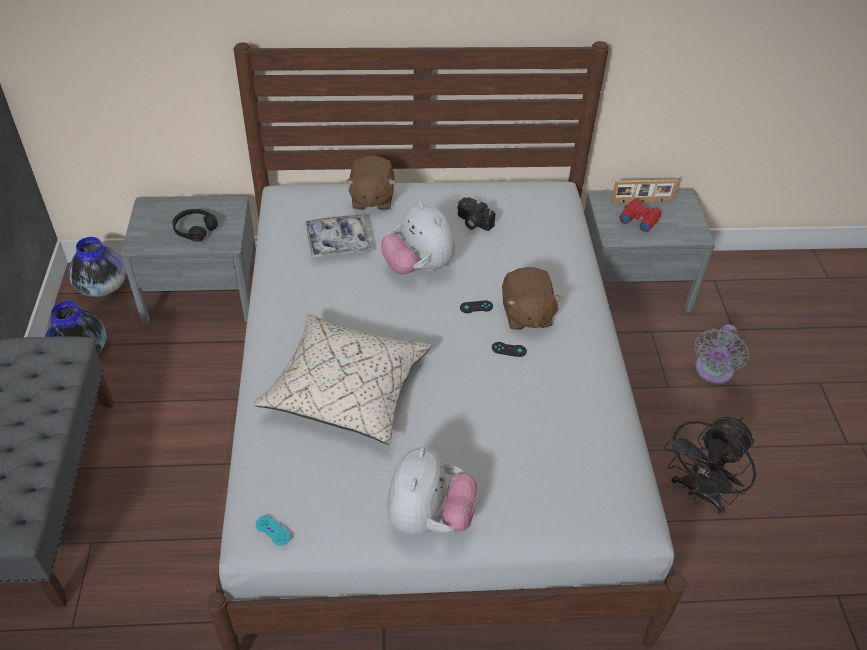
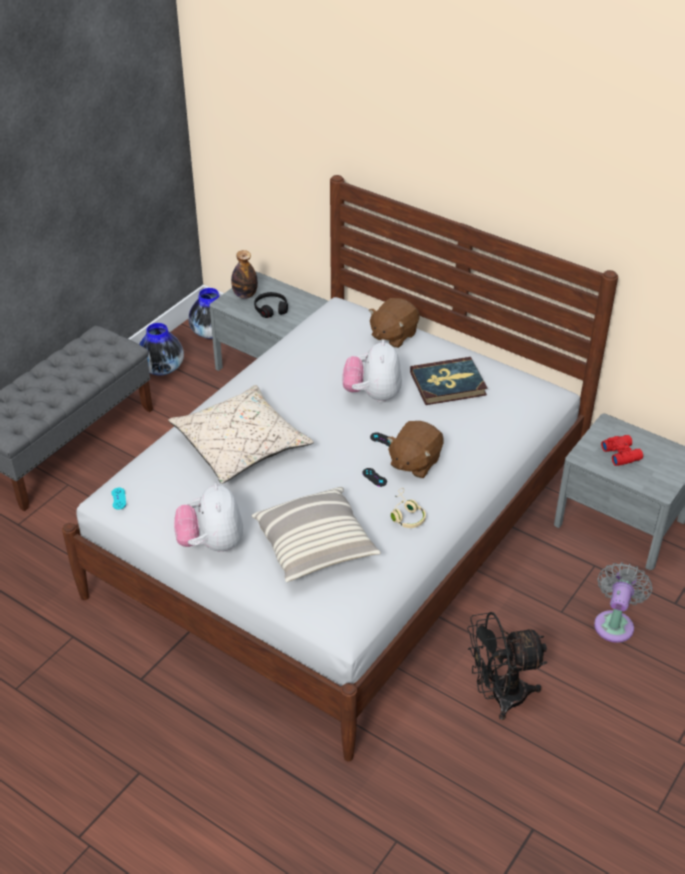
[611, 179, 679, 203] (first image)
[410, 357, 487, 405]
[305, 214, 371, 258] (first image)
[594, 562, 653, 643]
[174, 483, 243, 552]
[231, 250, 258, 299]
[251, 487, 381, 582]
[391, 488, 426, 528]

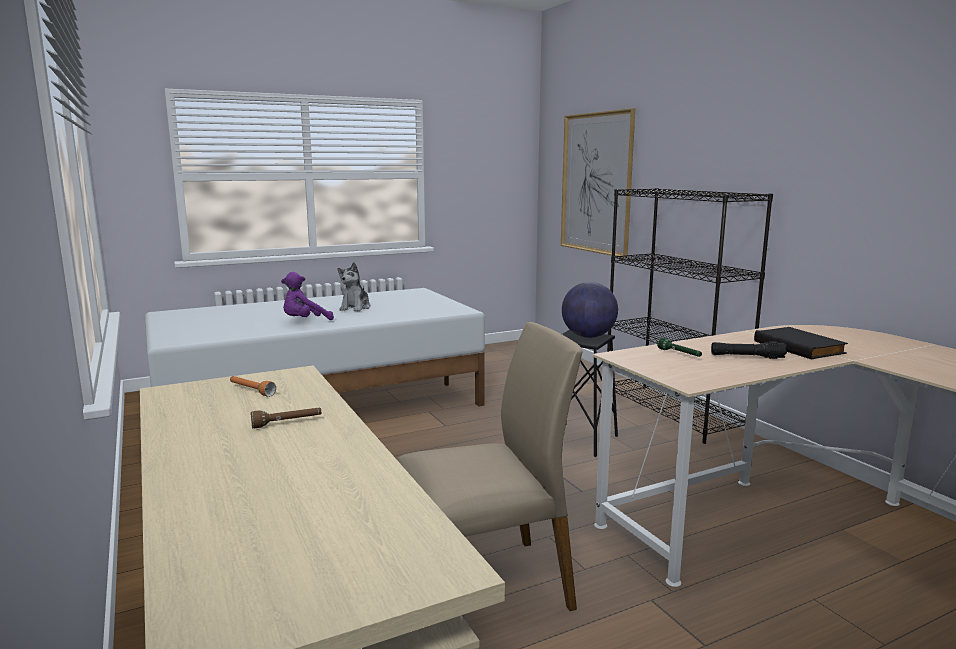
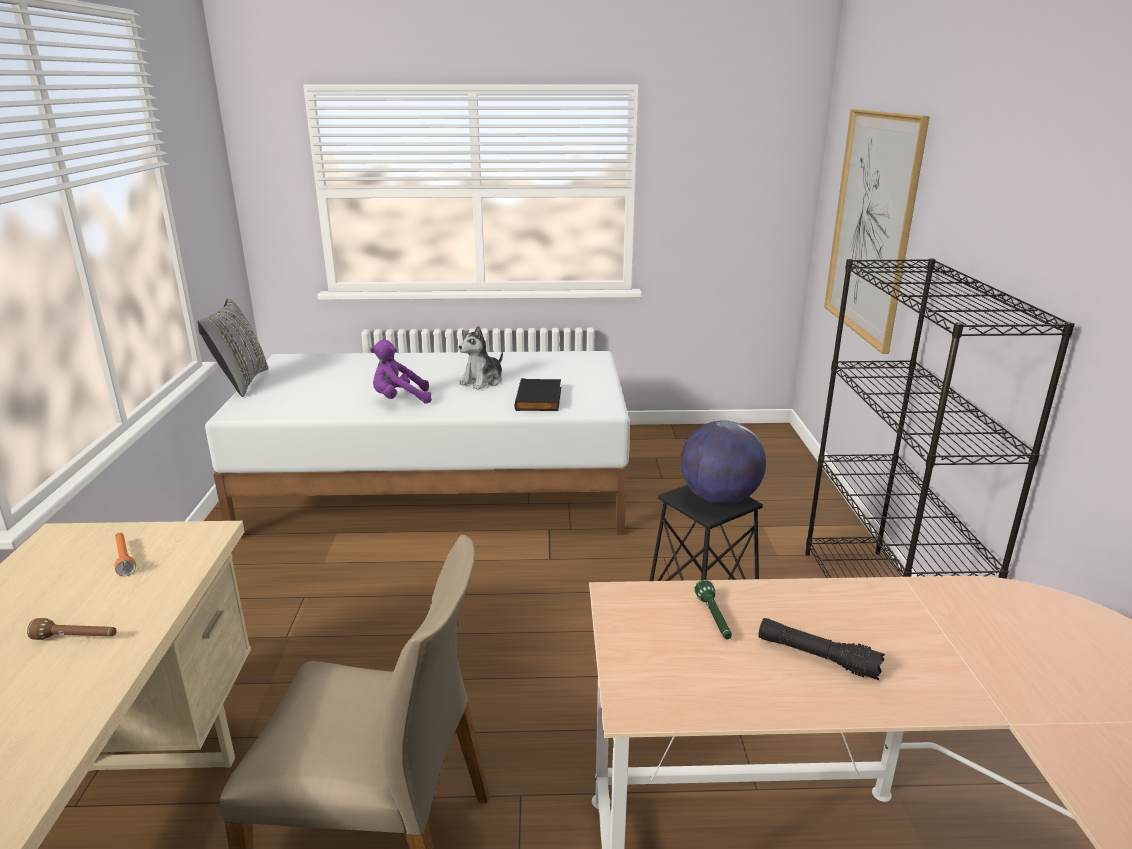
[515, 378, 561, 411]
[198, 298, 269, 397]

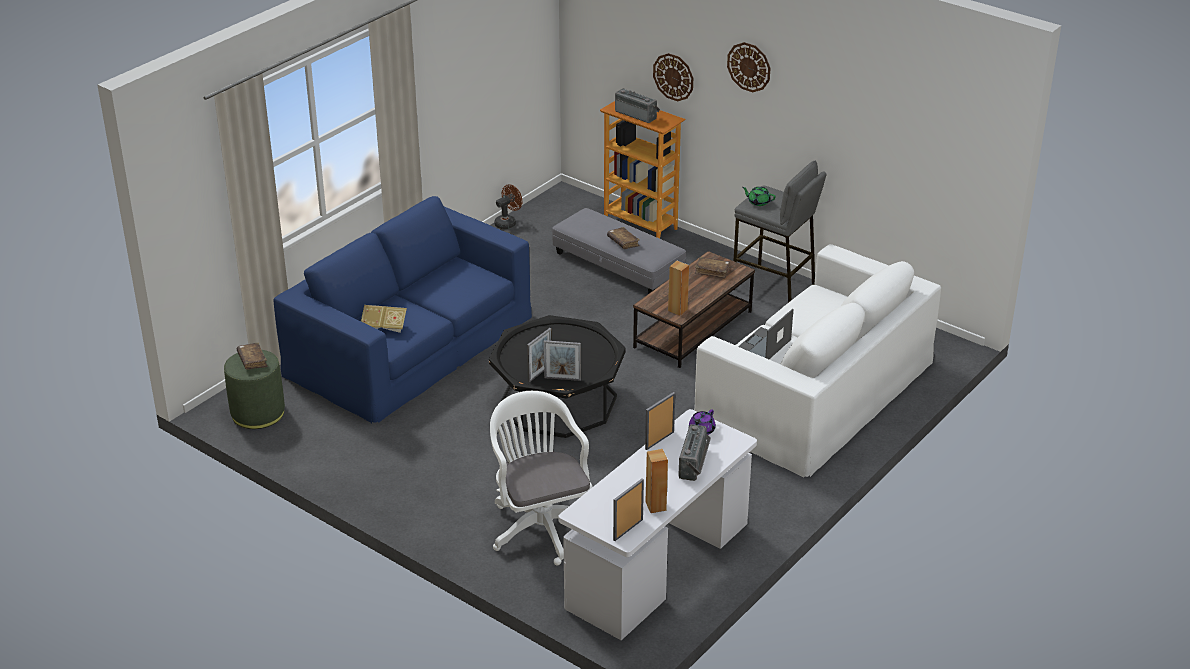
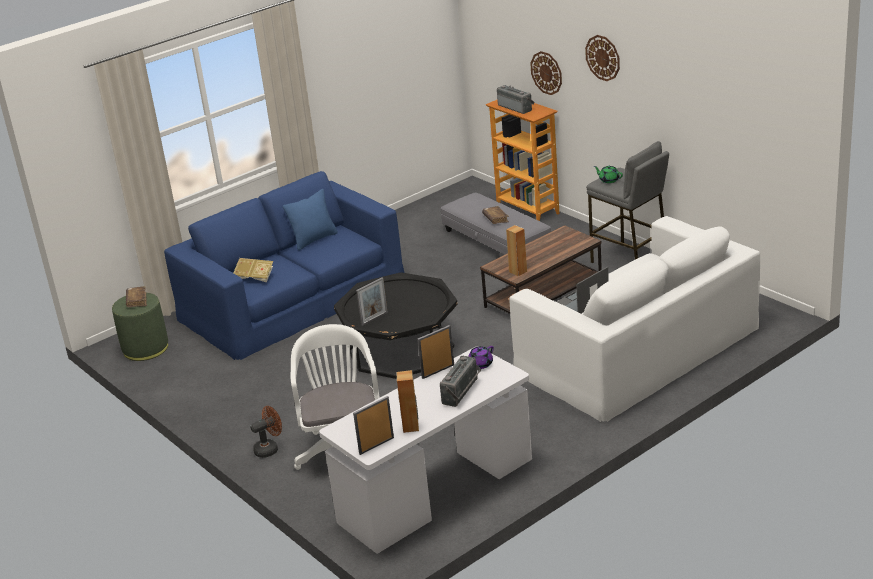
[250, 406, 282, 458]
[695, 257, 730, 279] (first image)
[544, 340, 581, 381] (first image)
[283, 189, 338, 250]

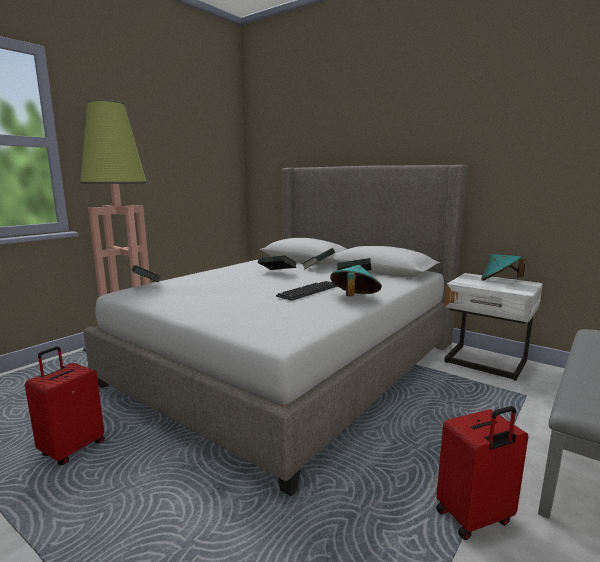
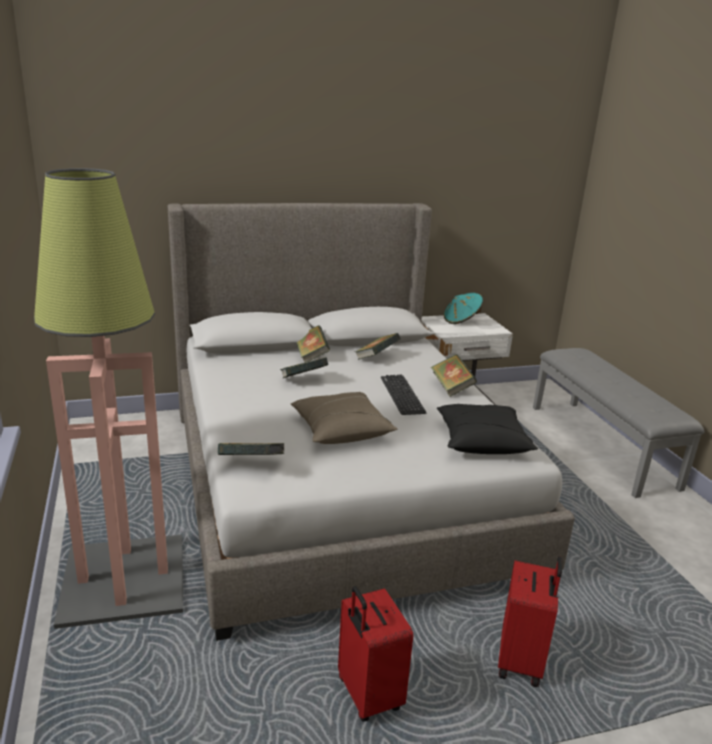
[431, 354, 477, 397]
[498, 556, 562, 687]
[291, 392, 397, 444]
[437, 404, 538, 454]

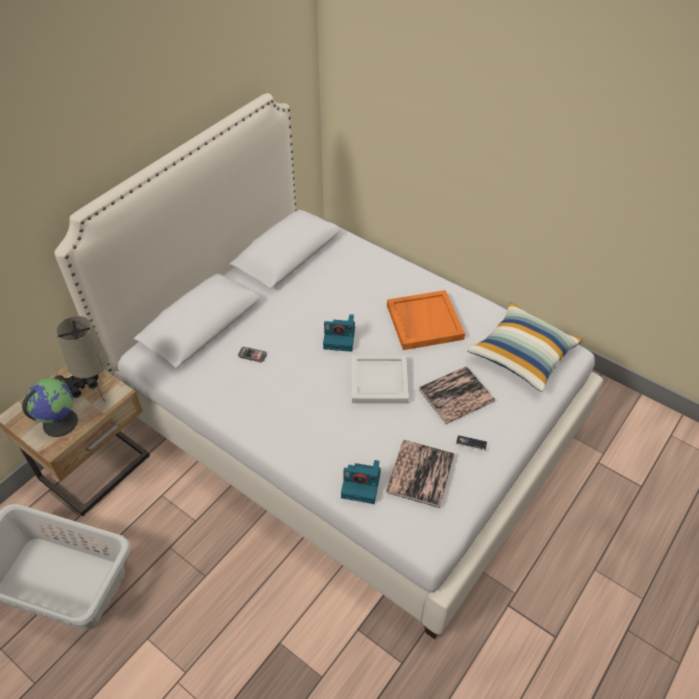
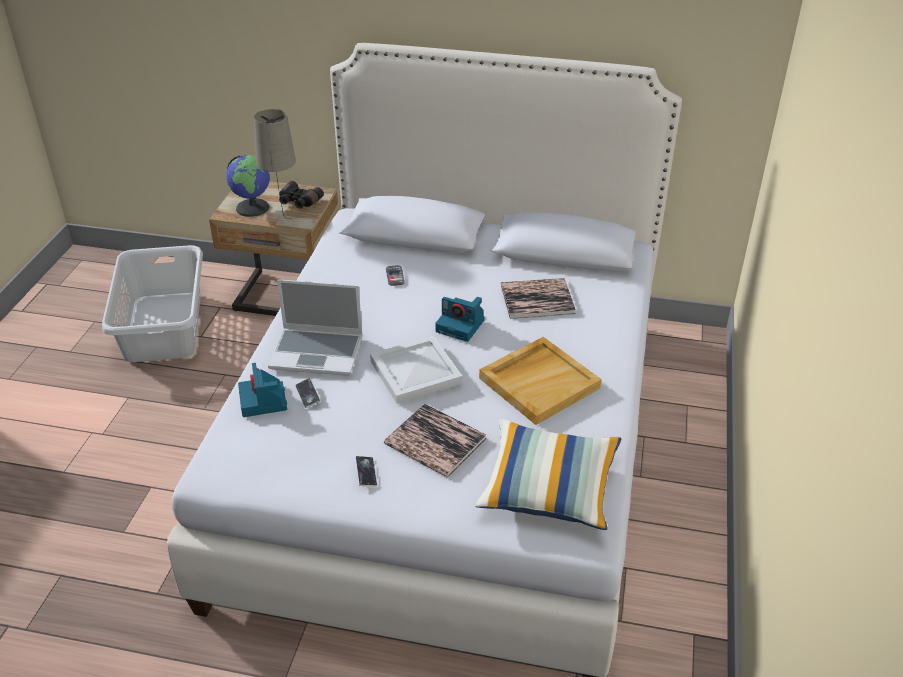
[479, 337, 601, 425]
[435, 297, 485, 342]
[501, 278, 576, 319]
[268, 279, 363, 376]
[295, 378, 321, 408]

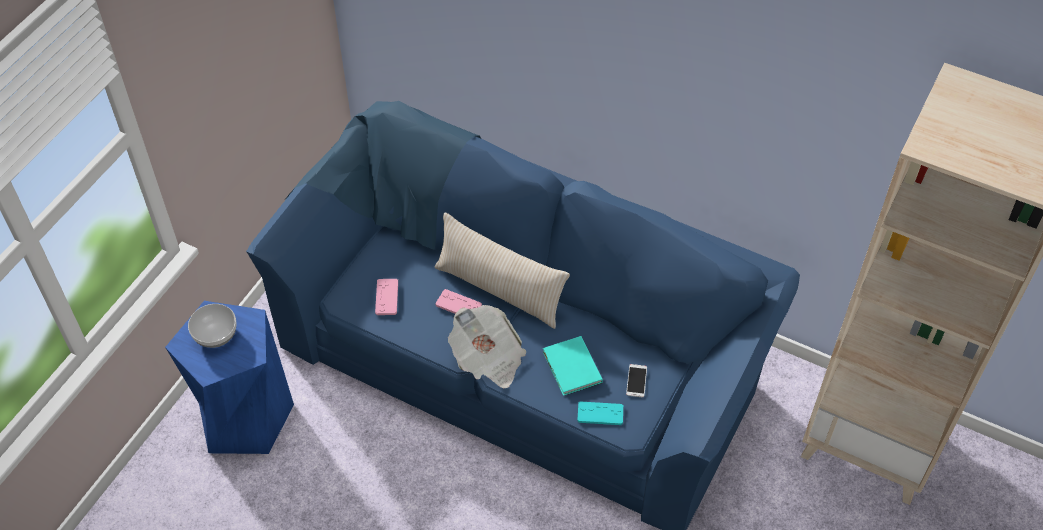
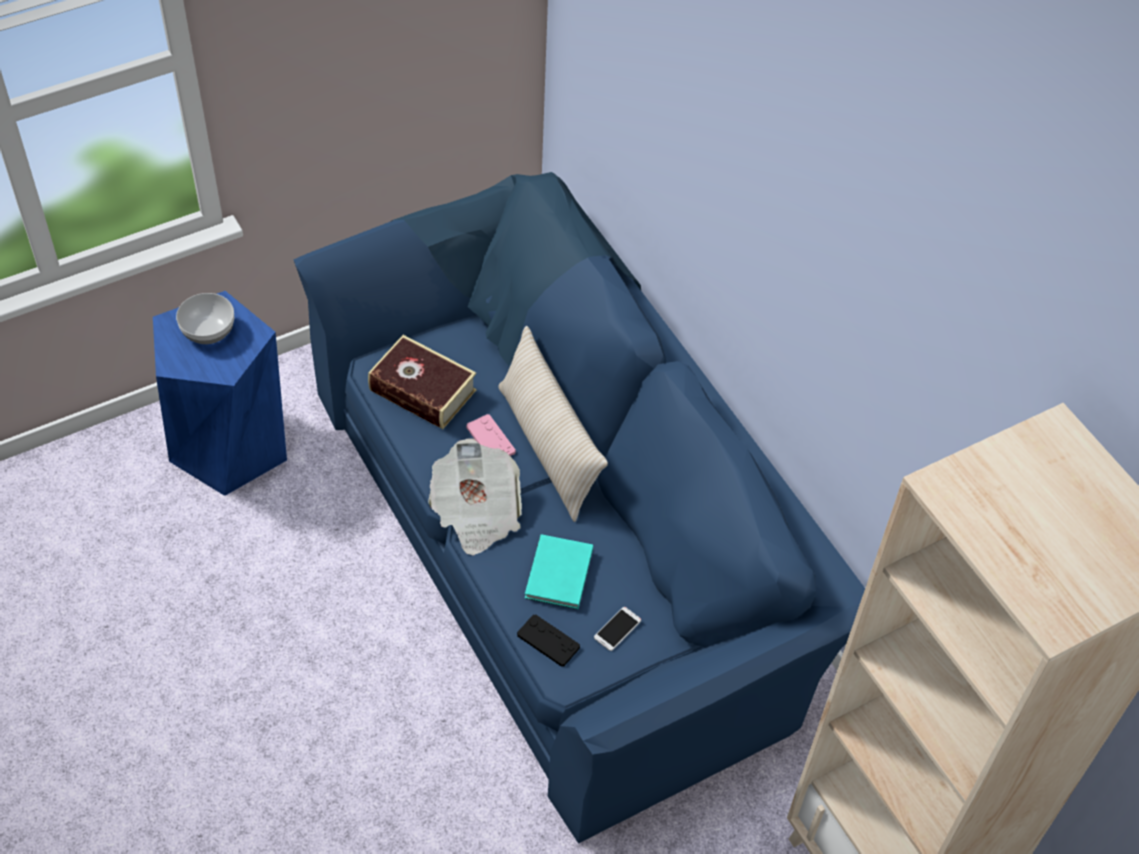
[368, 335, 476, 429]
[517, 614, 580, 667]

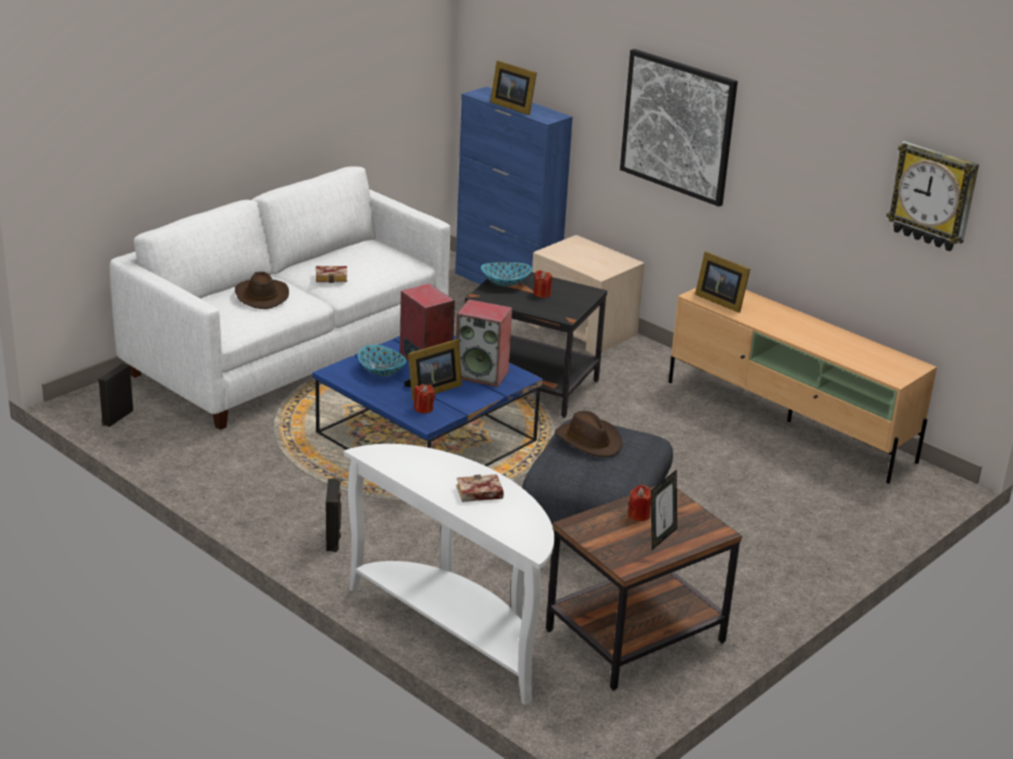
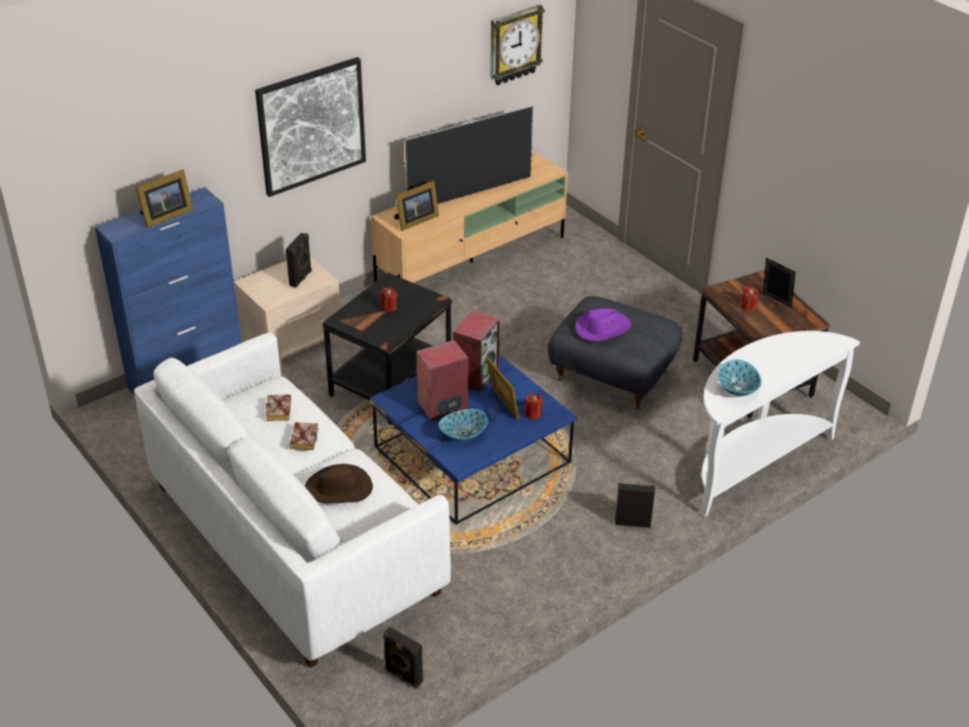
[718, 359, 761, 396]
[576, 308, 632, 341]
[266, 394, 291, 421]
[405, 106, 533, 204]
[286, 233, 312, 288]

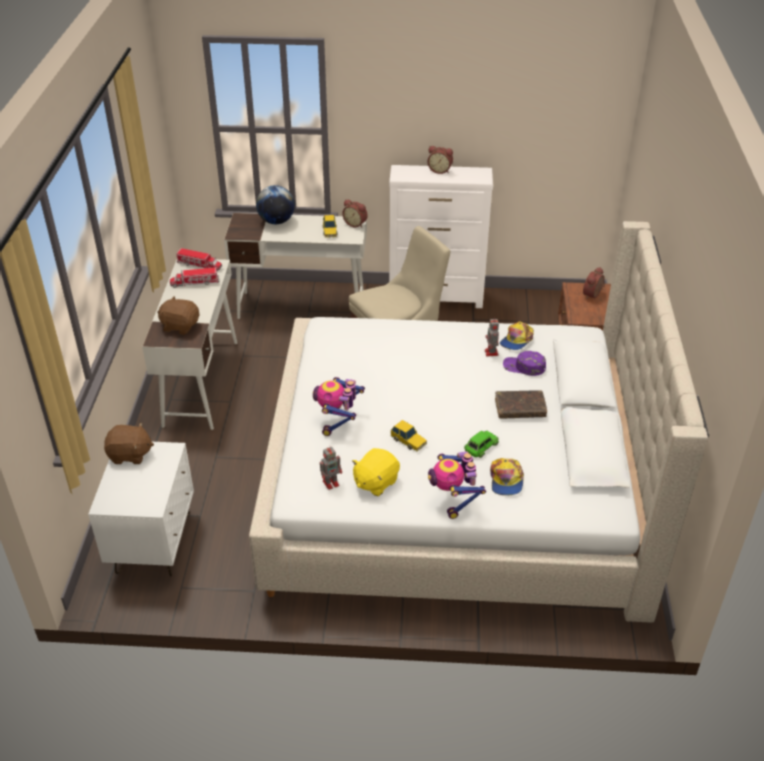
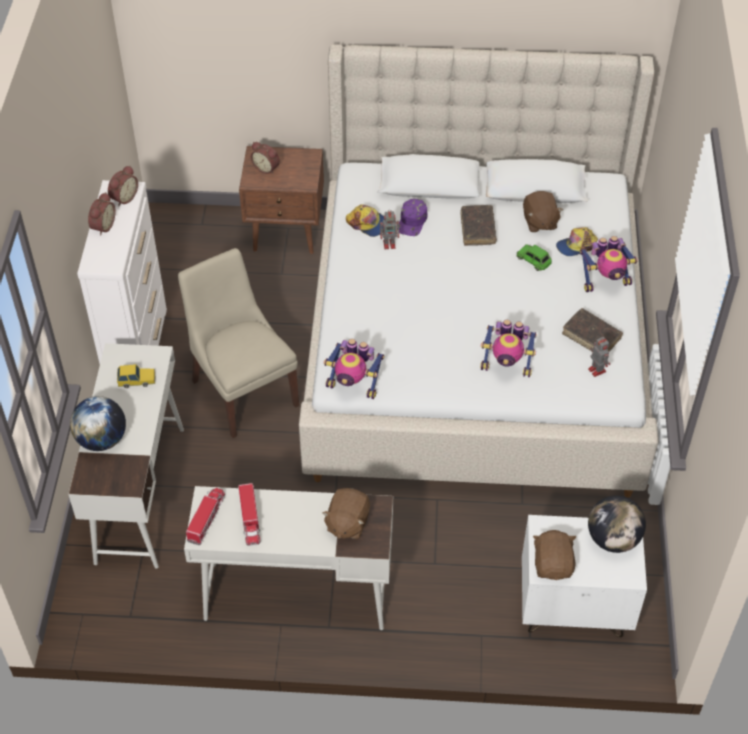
[108, 166, 138, 206]
[390, 420, 427, 451] (first image)
[562, 308, 623, 352]
[556, 227, 598, 256]
[523, 191, 563, 232]
[323, 339, 384, 399]
[588, 495, 646, 553]

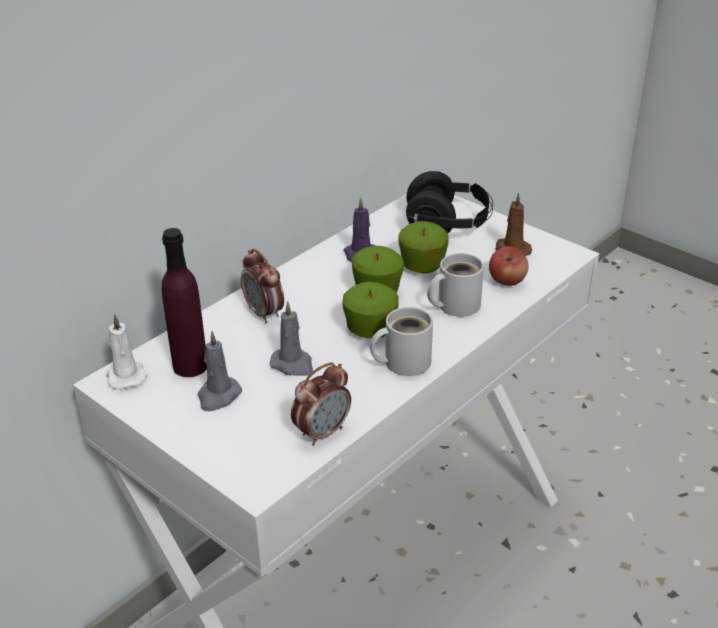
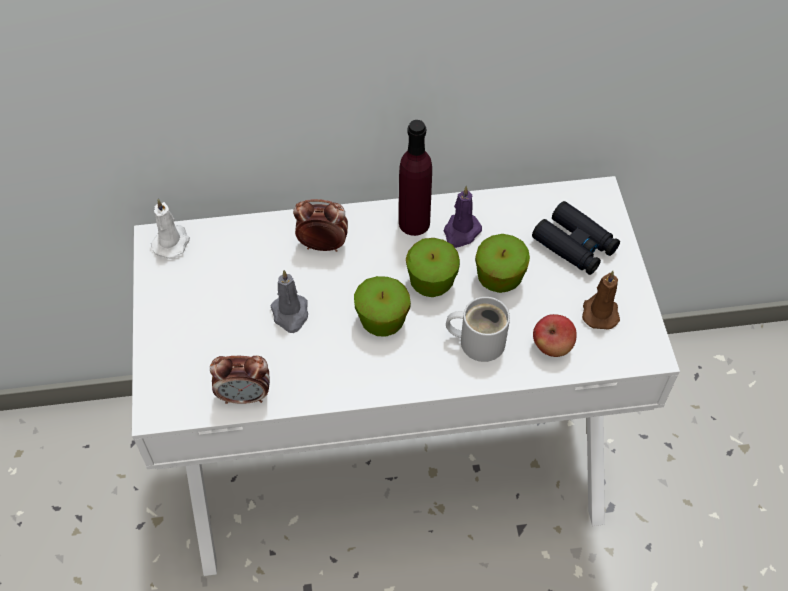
[532, 201, 620, 275]
[399, 120, 432, 236]
[293, 199, 348, 252]
[370, 307, 433, 376] (first image)
[198, 331, 242, 411] (first image)

